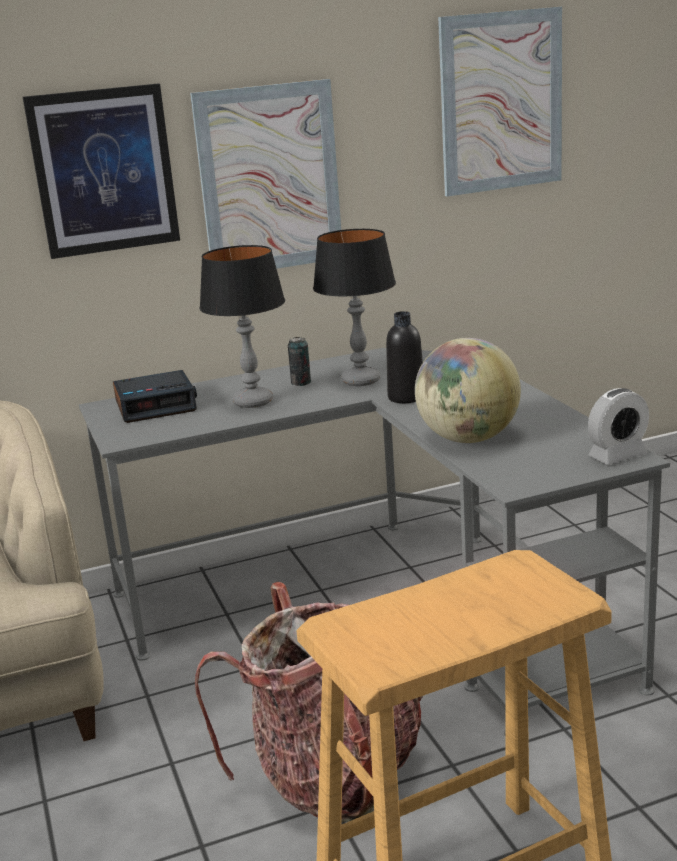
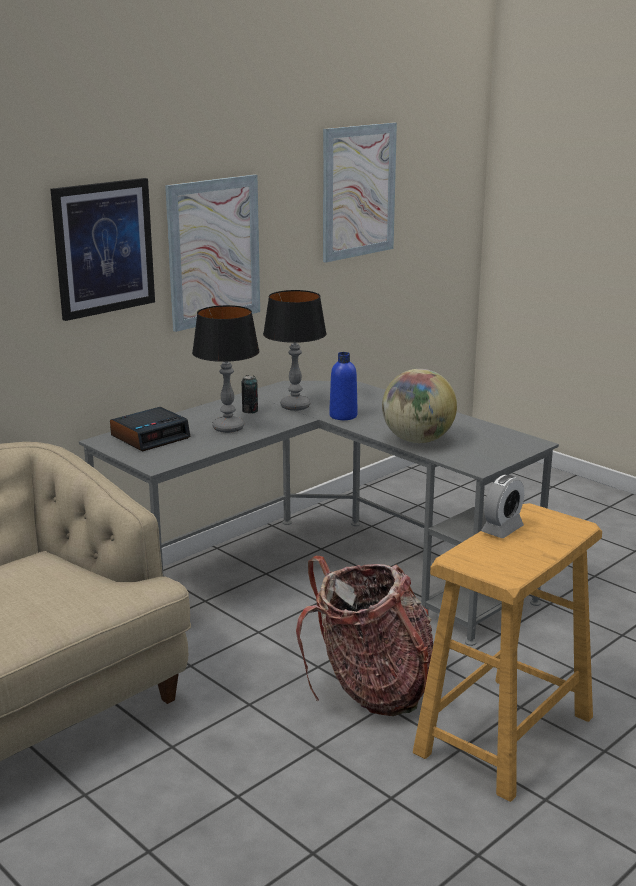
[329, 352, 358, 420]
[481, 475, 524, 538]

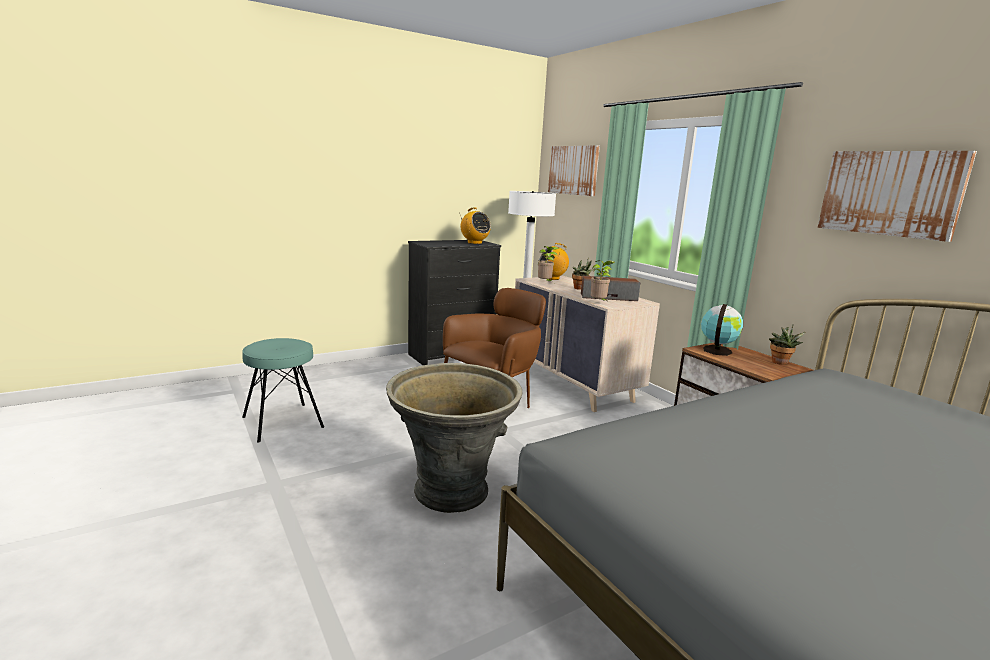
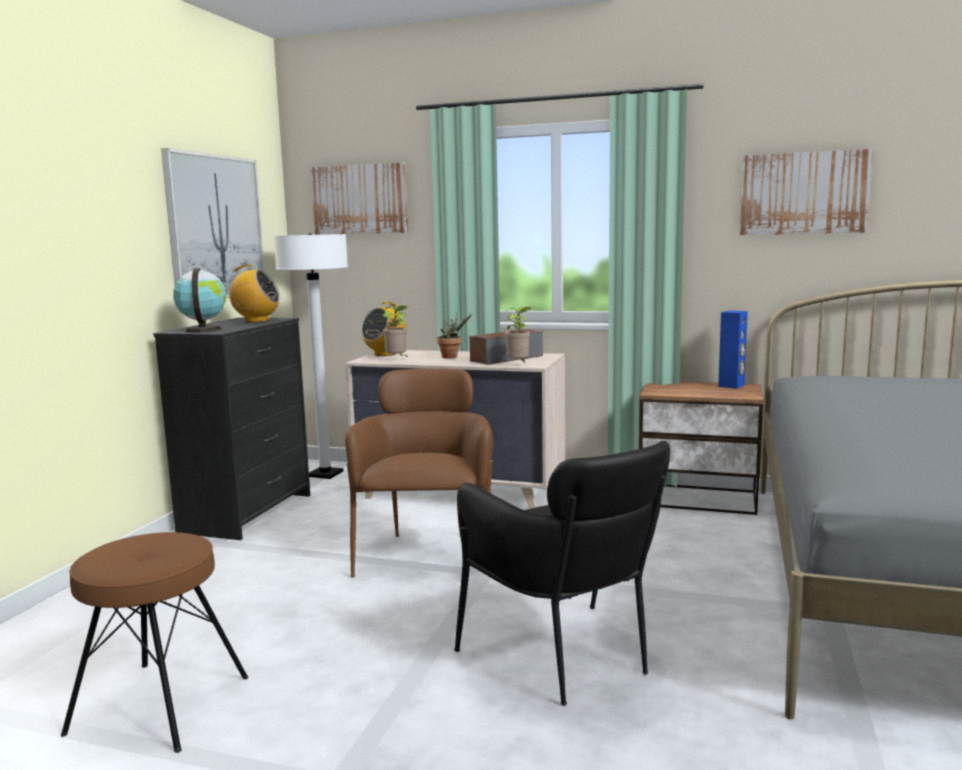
[173, 268, 226, 333]
[718, 311, 748, 389]
[61, 532, 248, 753]
[454, 441, 670, 706]
[161, 148, 265, 298]

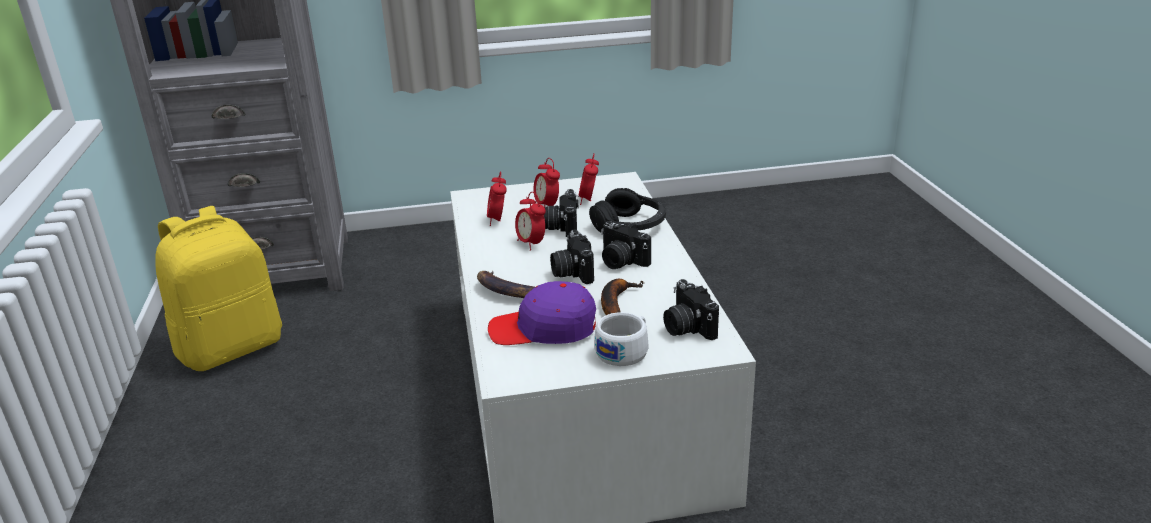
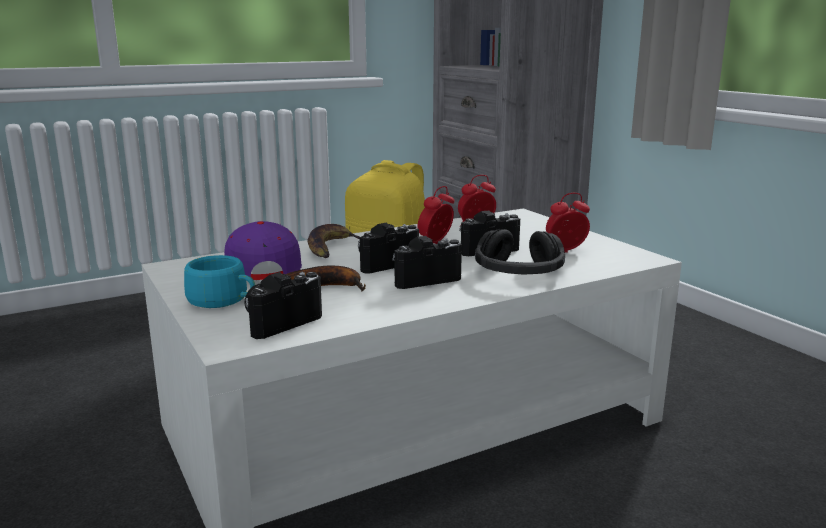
[533, 158, 560, 207] (first image)
[393, 236, 462, 289]
[184, 255, 255, 308]

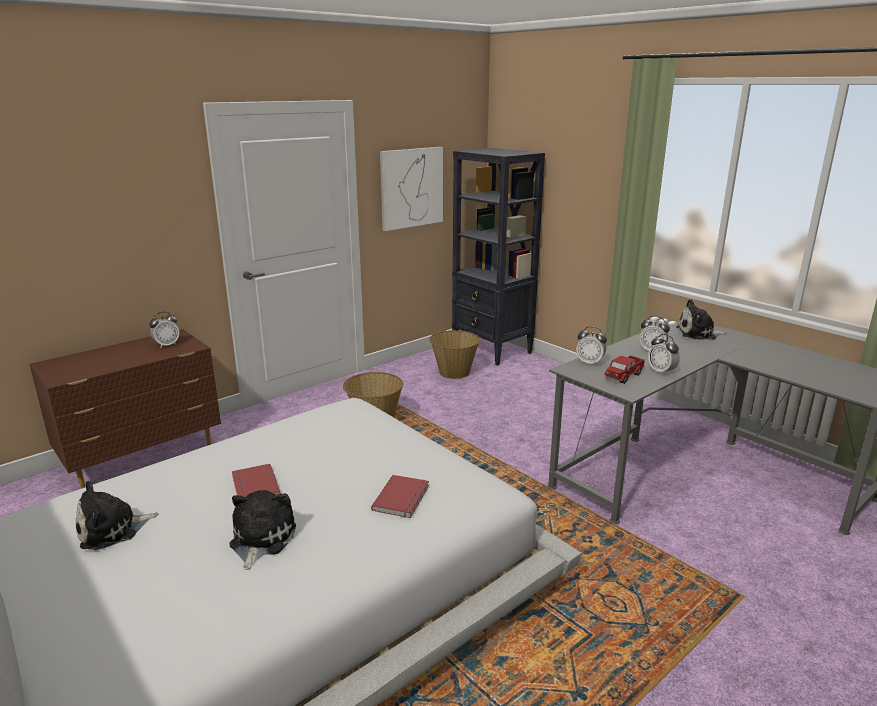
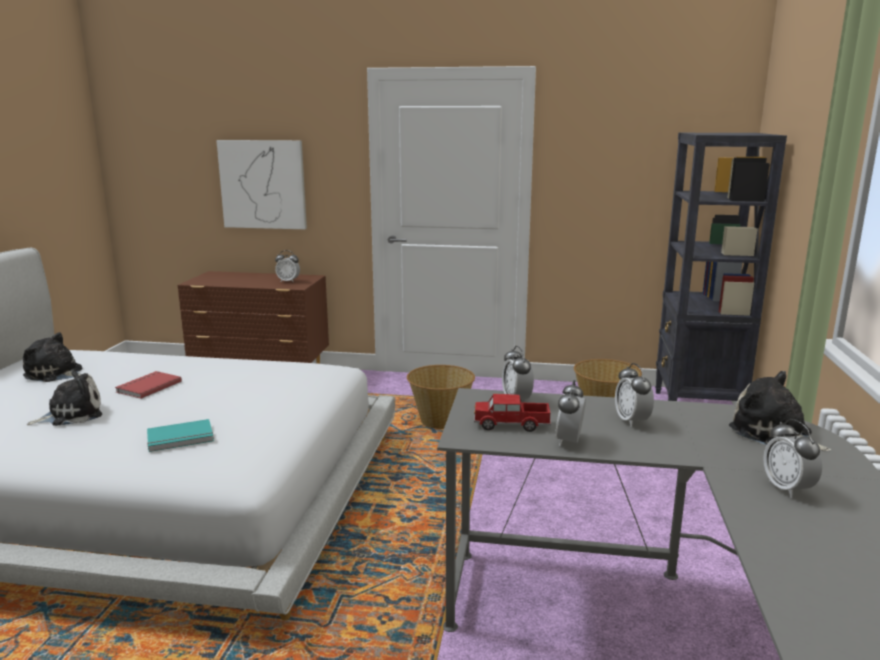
[216, 140, 307, 229]
[147, 419, 214, 452]
[763, 419, 822, 498]

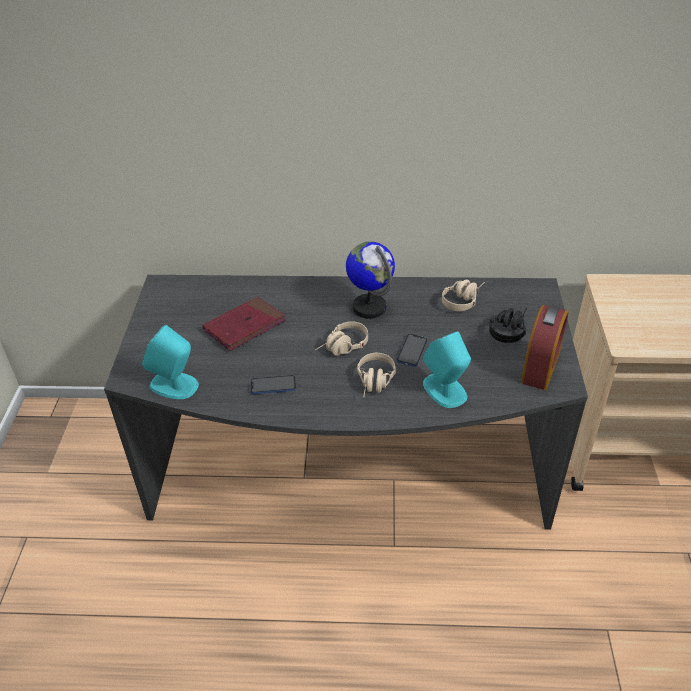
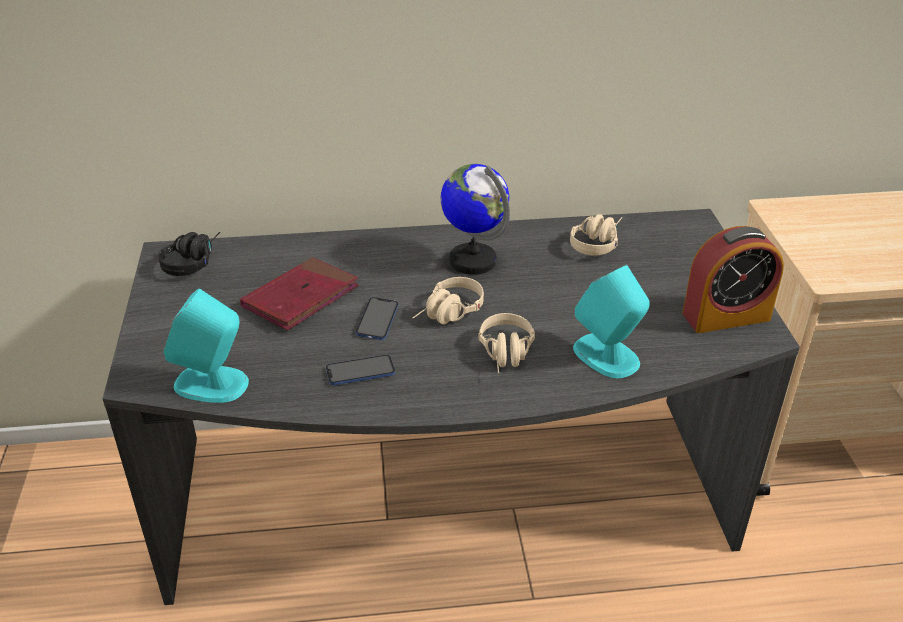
[682, 226, 784, 333]
[158, 232, 220, 276]
[356, 297, 398, 340]

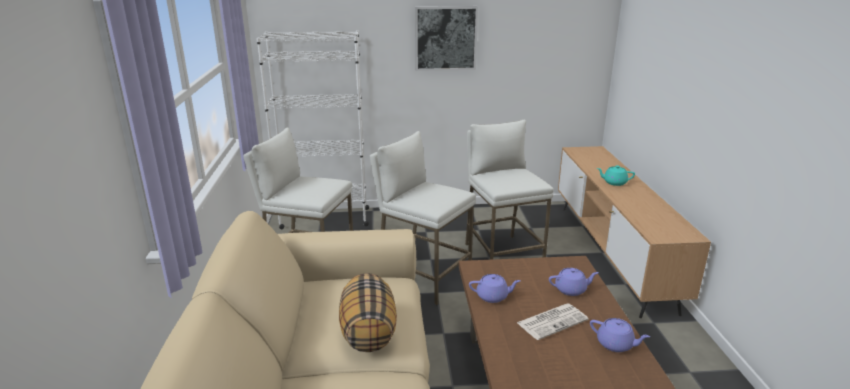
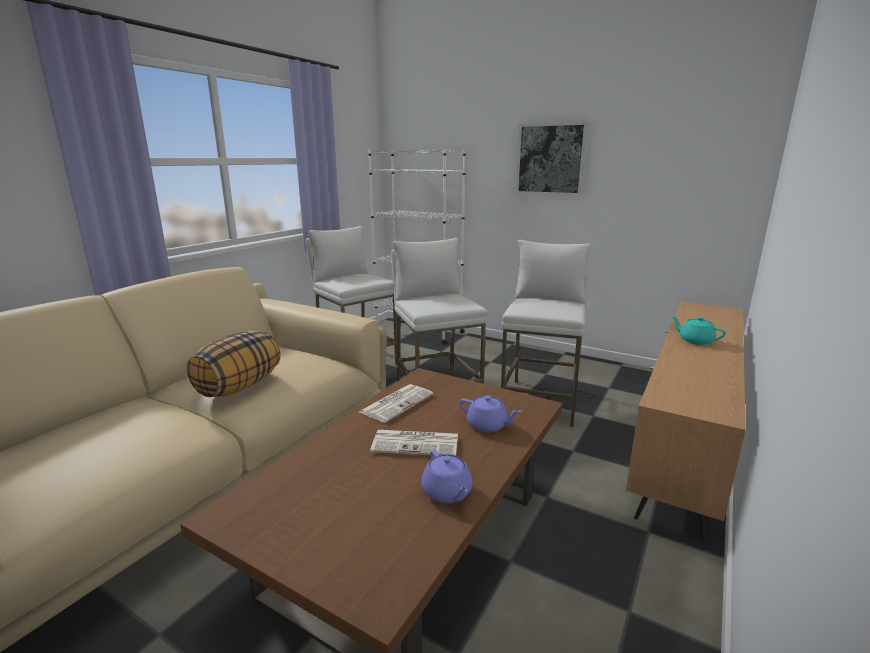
[359, 384, 433, 423]

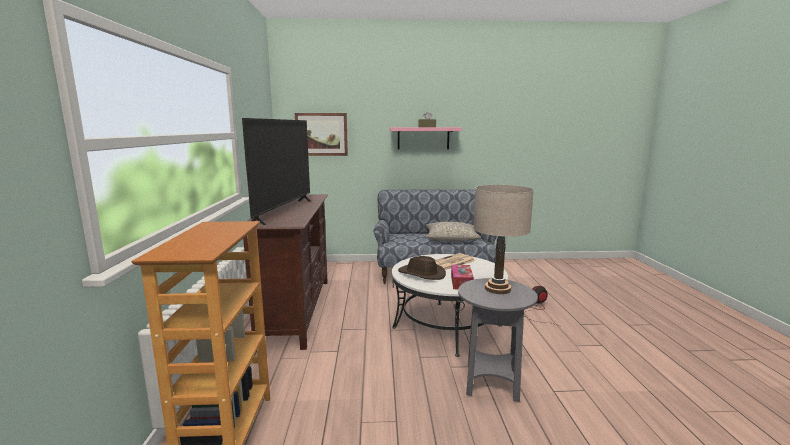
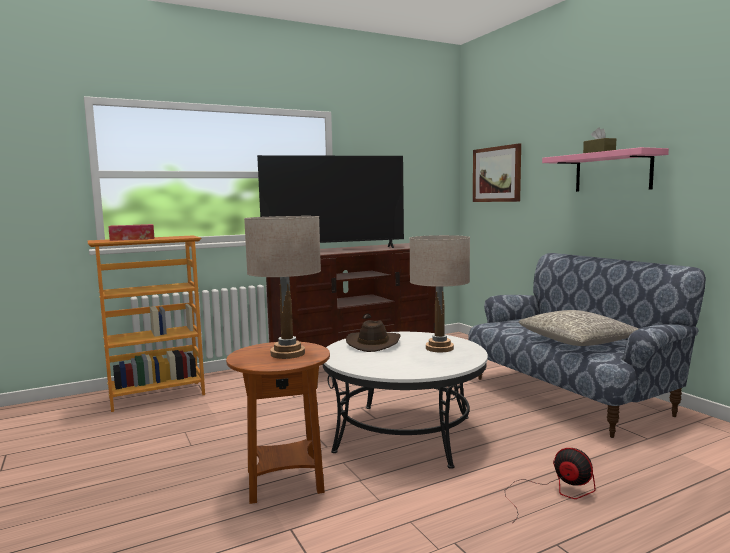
[409, 235, 470, 352]
[108, 224, 154, 241]
[226, 342, 330, 504]

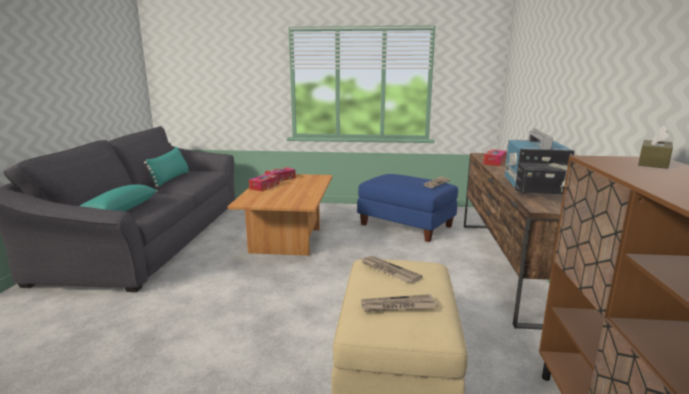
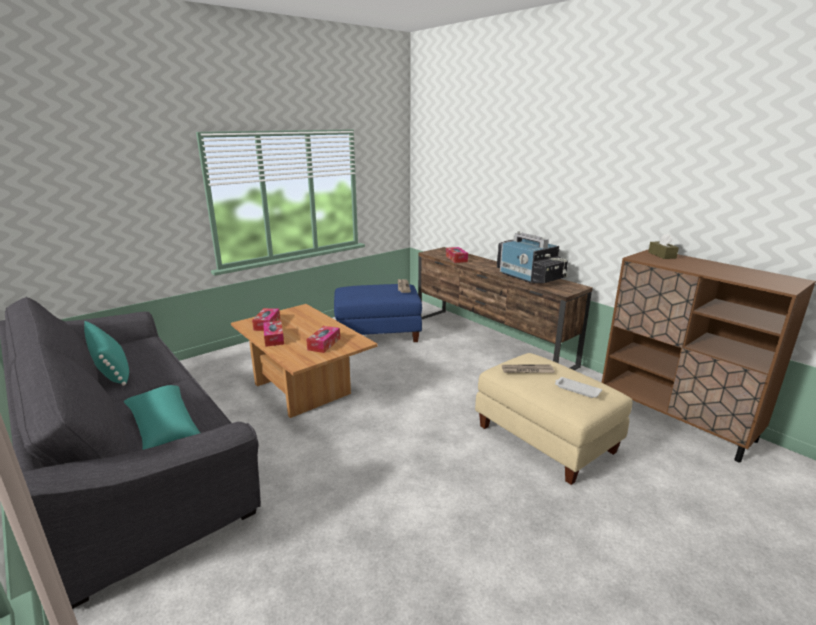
[555, 377, 602, 398]
[306, 326, 340, 353]

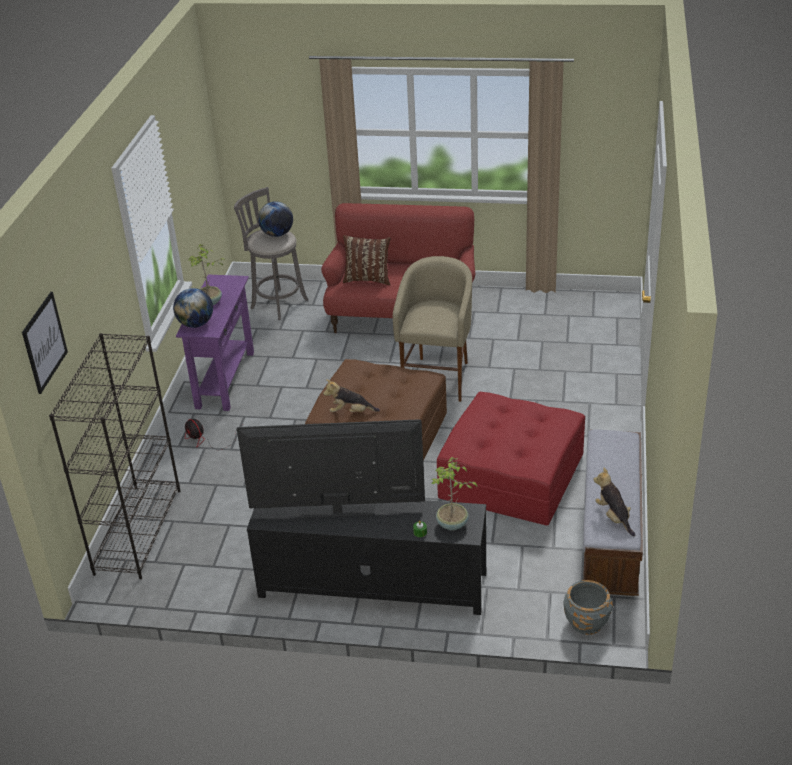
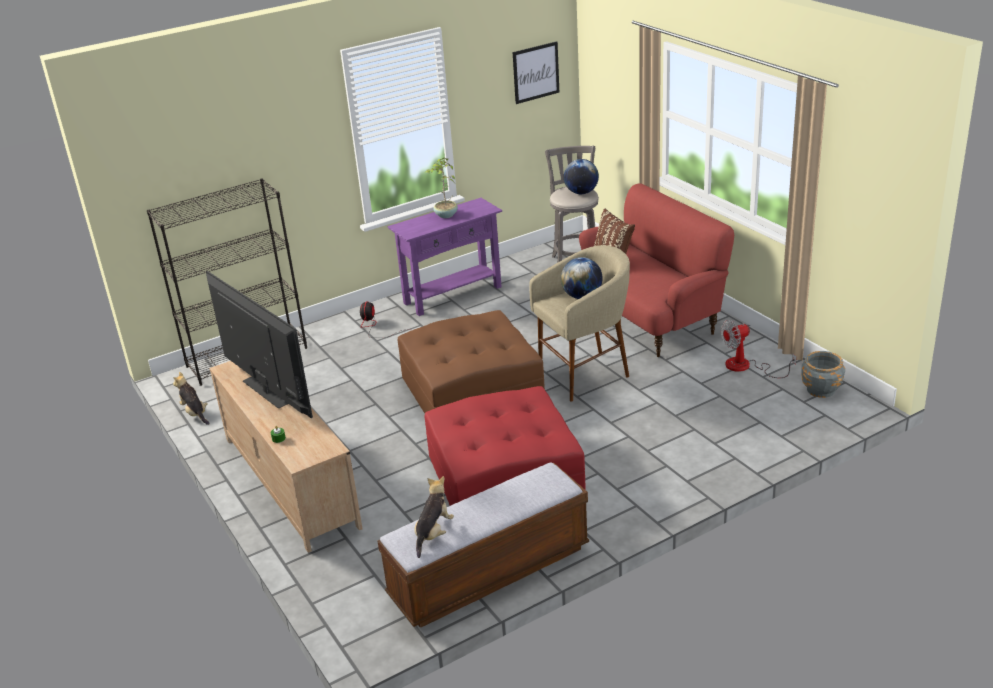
[561, 257, 603, 299]
[513, 41, 559, 104]
[173, 372, 210, 425]
[432, 457, 477, 531] (first image)
[209, 361, 363, 553]
[801, 351, 845, 398]
[721, 320, 797, 378]

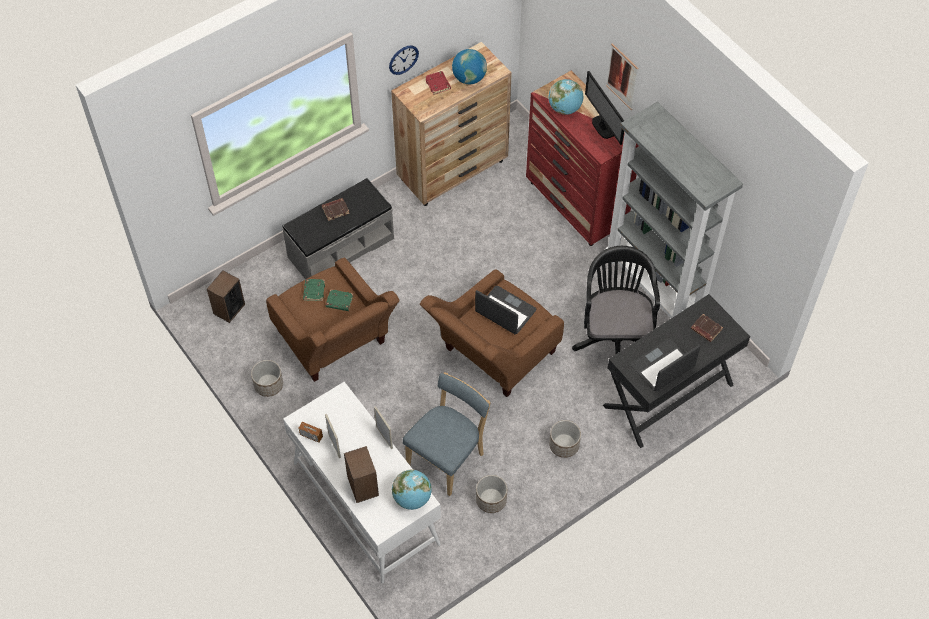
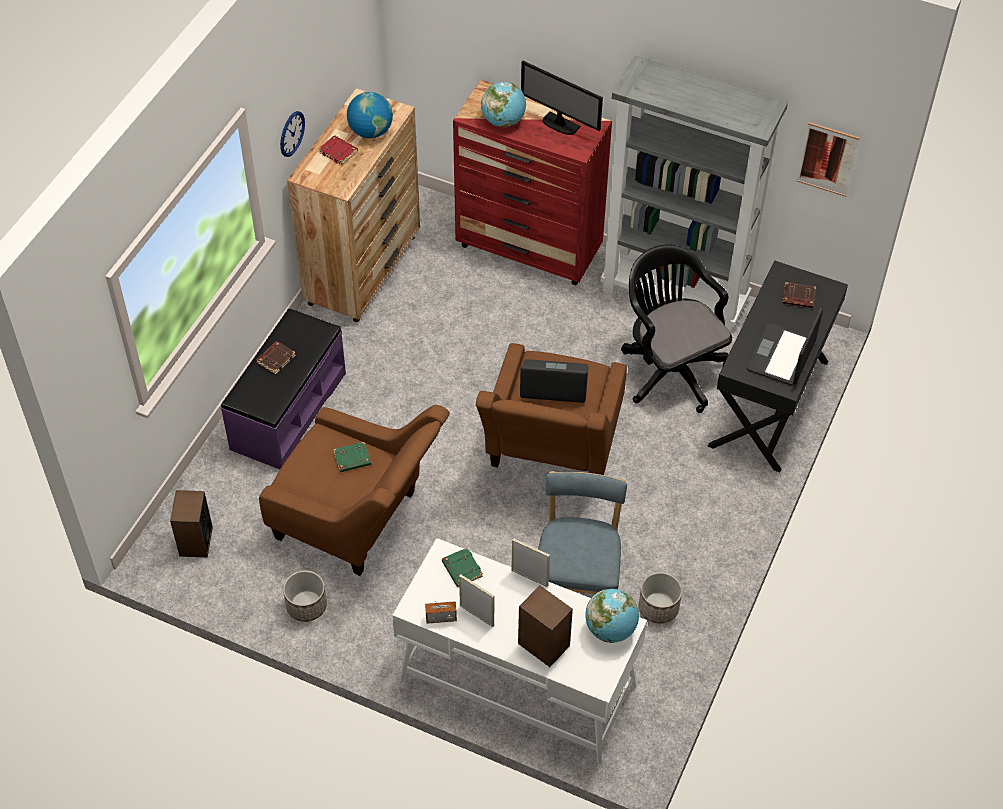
[797, 122, 860, 197]
[221, 308, 346, 469]
[442, 548, 483, 587]
[549, 420, 581, 458] (first image)

